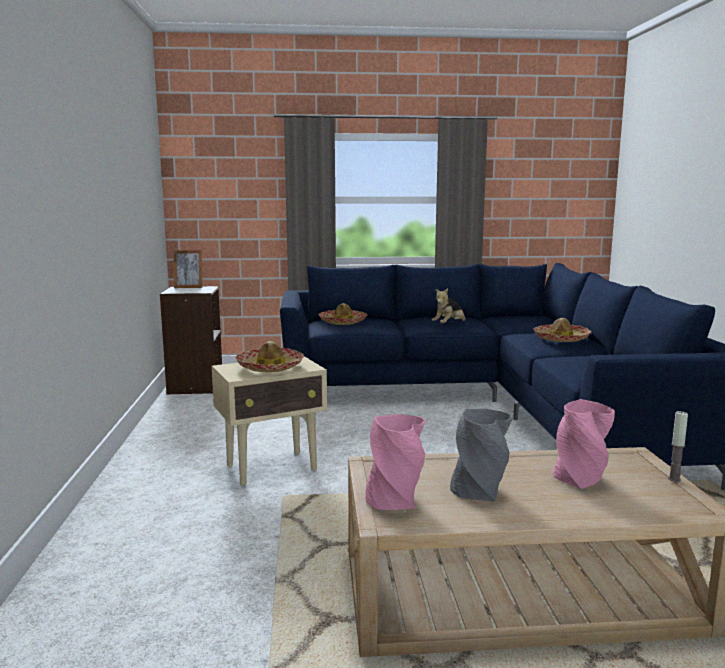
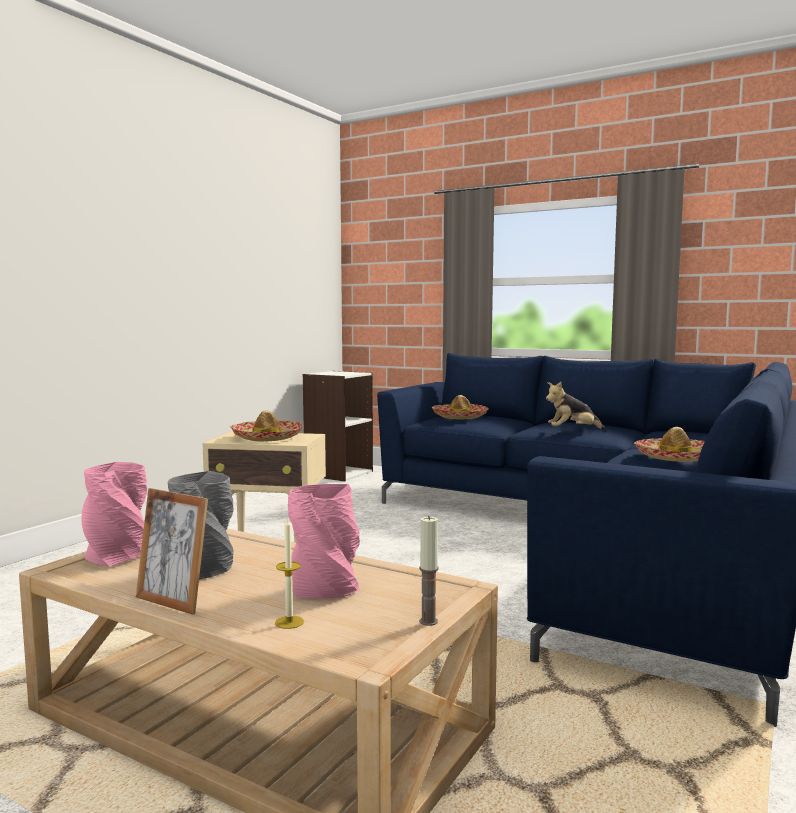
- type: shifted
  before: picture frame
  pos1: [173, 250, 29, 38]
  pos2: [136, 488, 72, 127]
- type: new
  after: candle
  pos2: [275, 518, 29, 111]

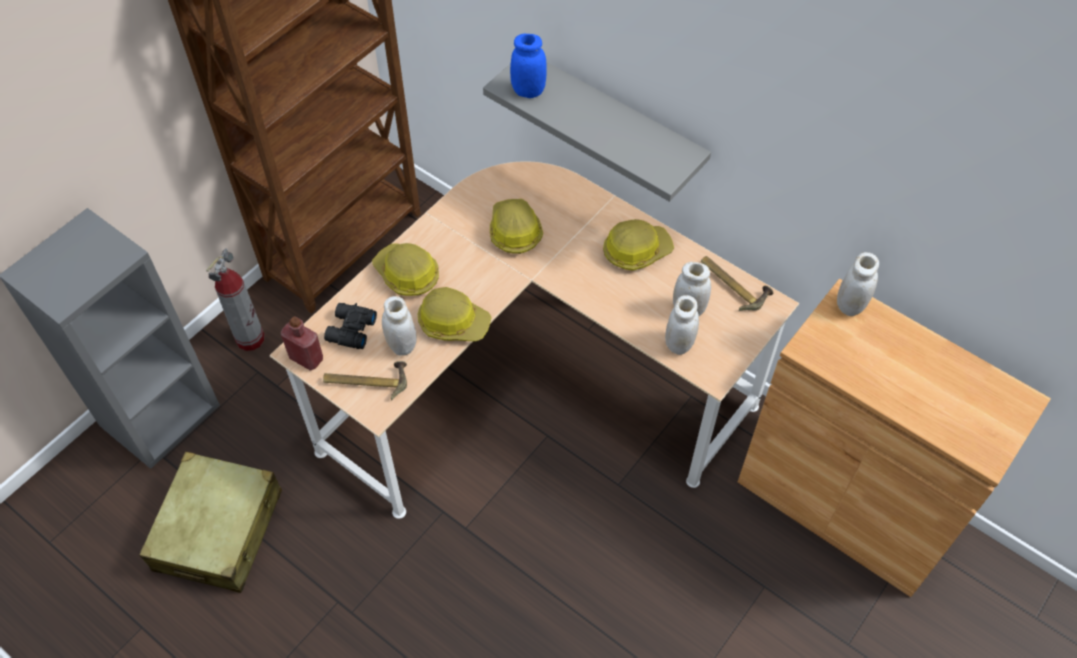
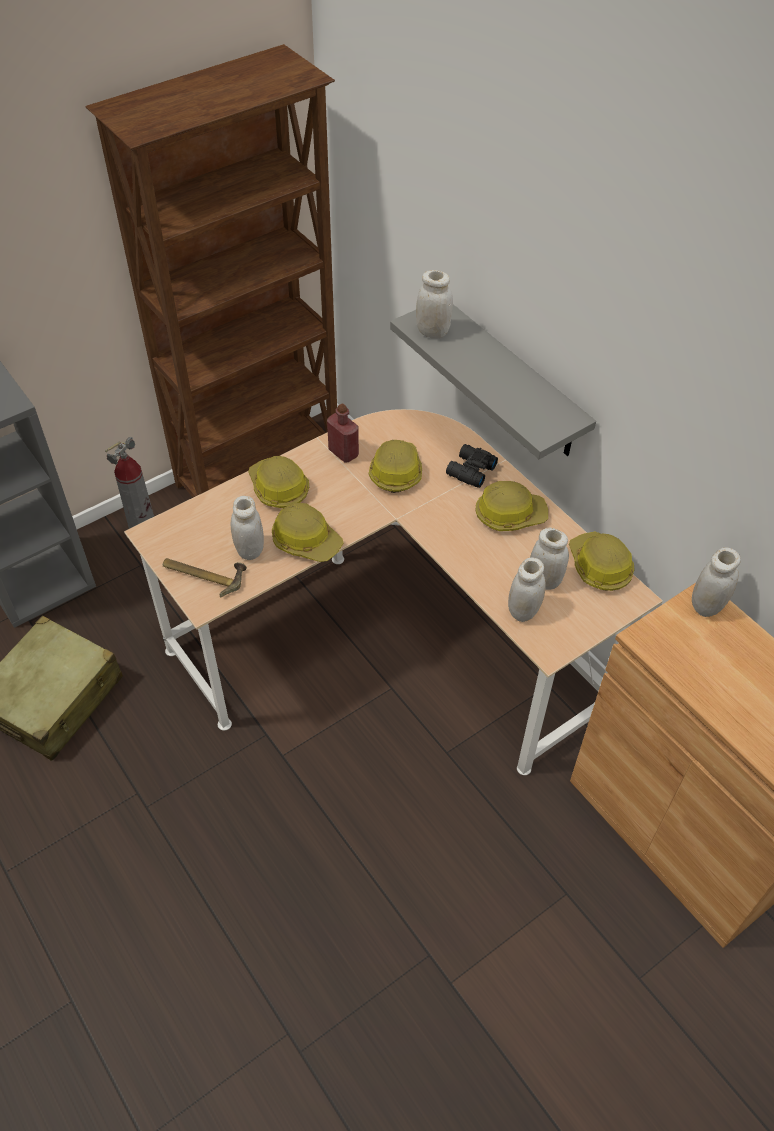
- type: shifted
  before: bottle/red
  pos1: [281, 316, 42, 55]
  pos2: [327, 404, 32, 59]
- type: shifted
  before: binoculars/black
  pos1: [324, 303, 53, 46]
  pos2: [446, 444, 52, 44]
- type: repainted
  before: jar/blue
  after: jar/white
  pos1: [510, 34, 37, 64]
  pos2: [416, 270, 37, 69]
- type: swapped
  before: hammer
  after: hard hat
  pos1: [701, 256, 72, 55]
  pos2: [569, 532, 66, 59]

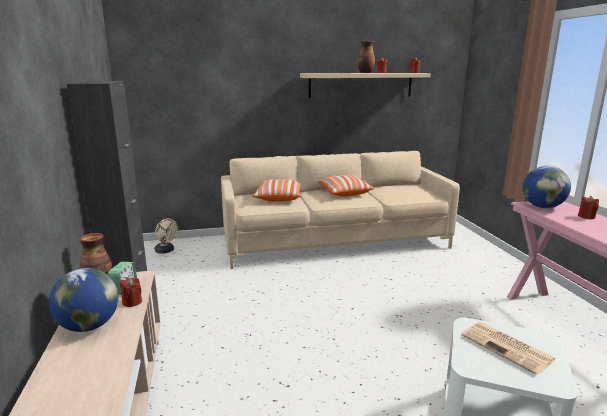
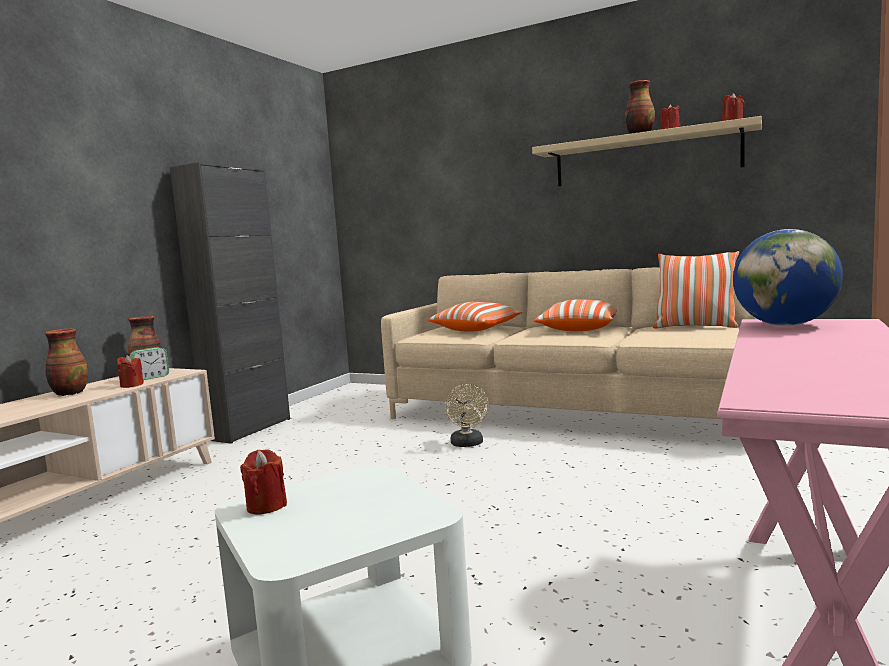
- type: swapped
  before: globe
  after: vase
  pos1: [49, 268, 70, 64]
  pos2: [45, 329, 43, 67]
- type: shifted
  before: fan/beige
  pos1: [155, 219, 23, 35]
  pos2: [445, 384, 44, 63]
- type: gone
  before: newspaper
  pos1: [461, 322, 95, 53]
- type: shifted
  before: candle/red
  pos1: [578, 196, 21, 23]
  pos2: [240, 449, 47, 66]
- type: new
  after: pillow
  pos2: [653, 251, 86, 77]

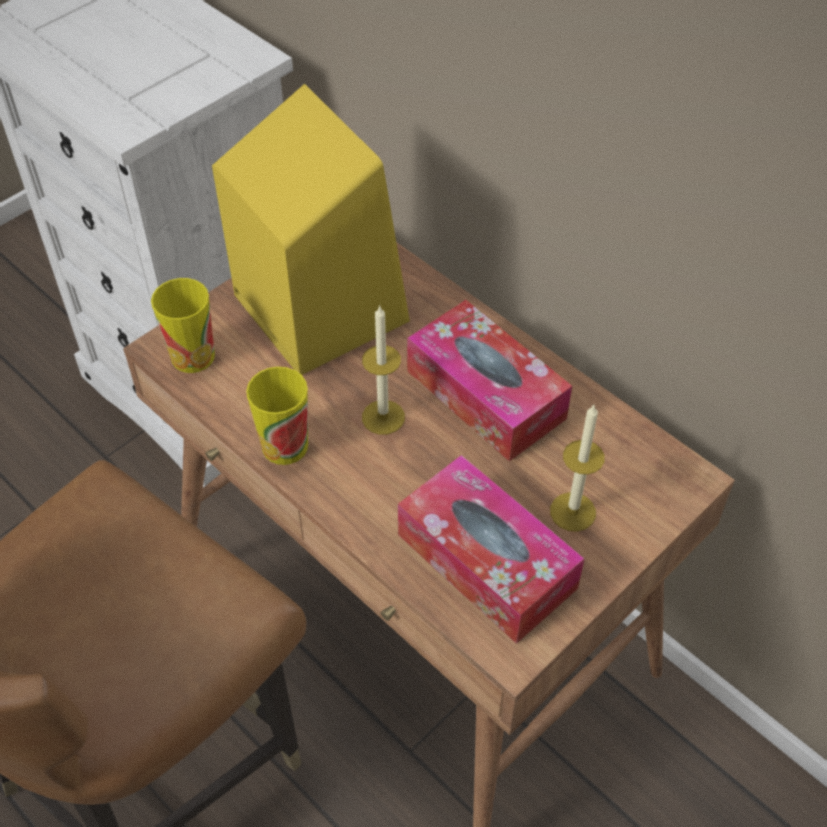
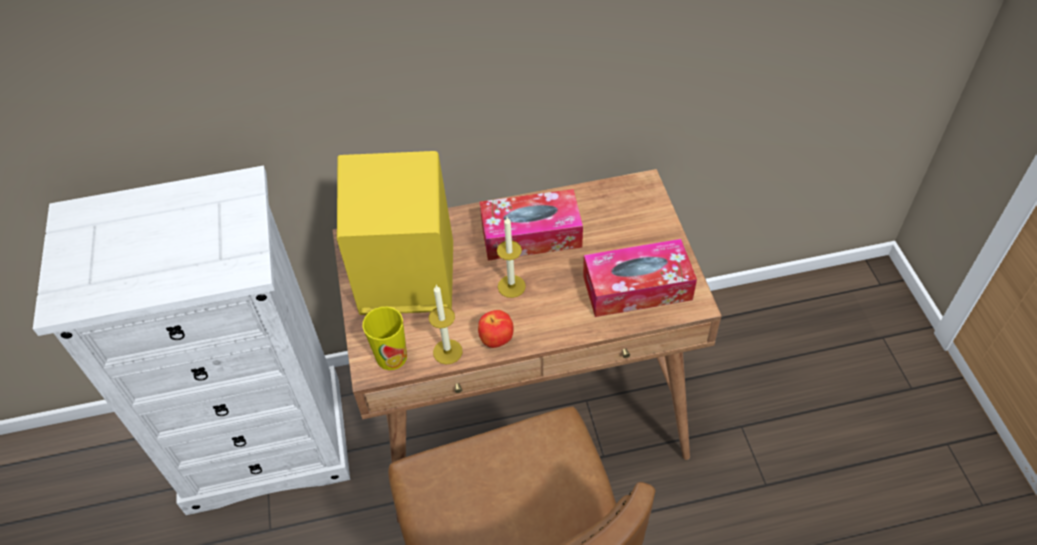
- type: swapped
  before: cup
  after: apple
  pos1: [246, 367, 62, 98]
  pos2: [478, 310, 36, 38]
- type: shifted
  before: candle
  pos1: [550, 405, 55, 127]
  pos2: [429, 285, 34, 80]

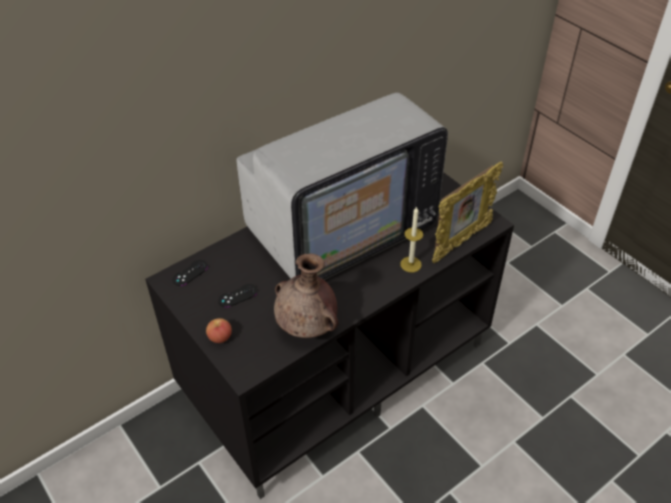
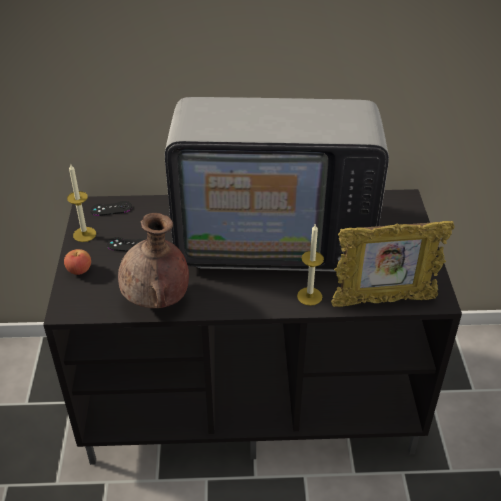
- type: new
  after: candle
  pos2: [67, 163, 29, 79]

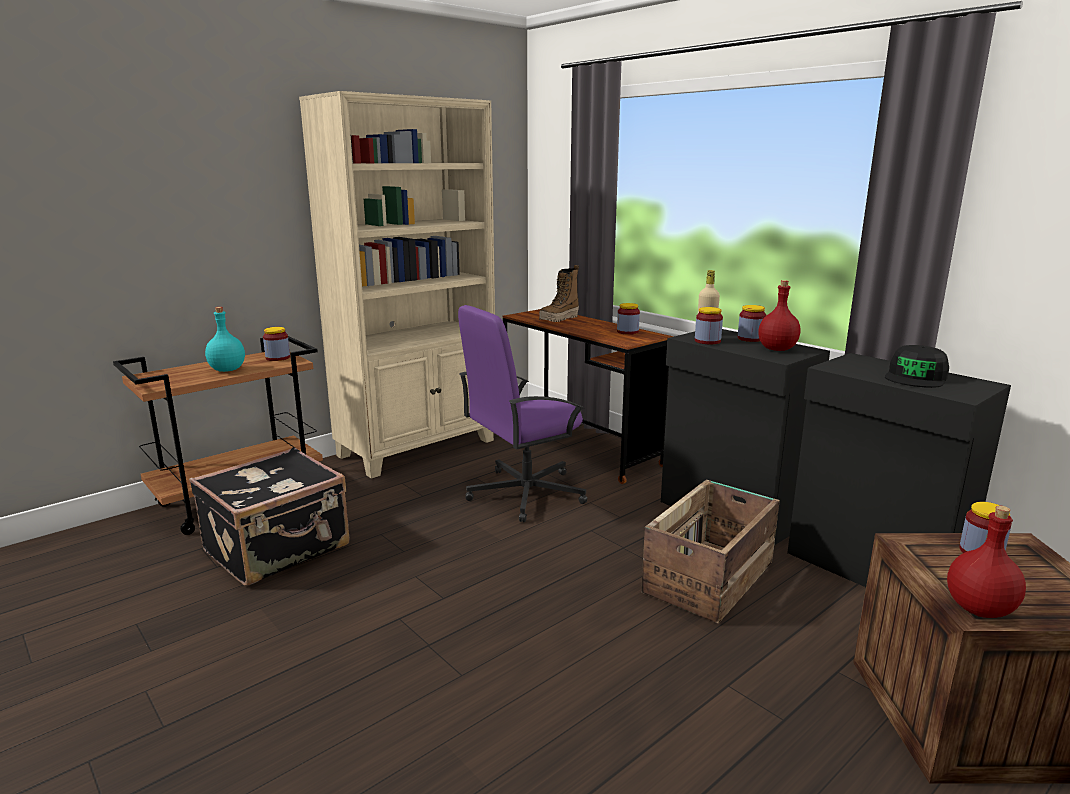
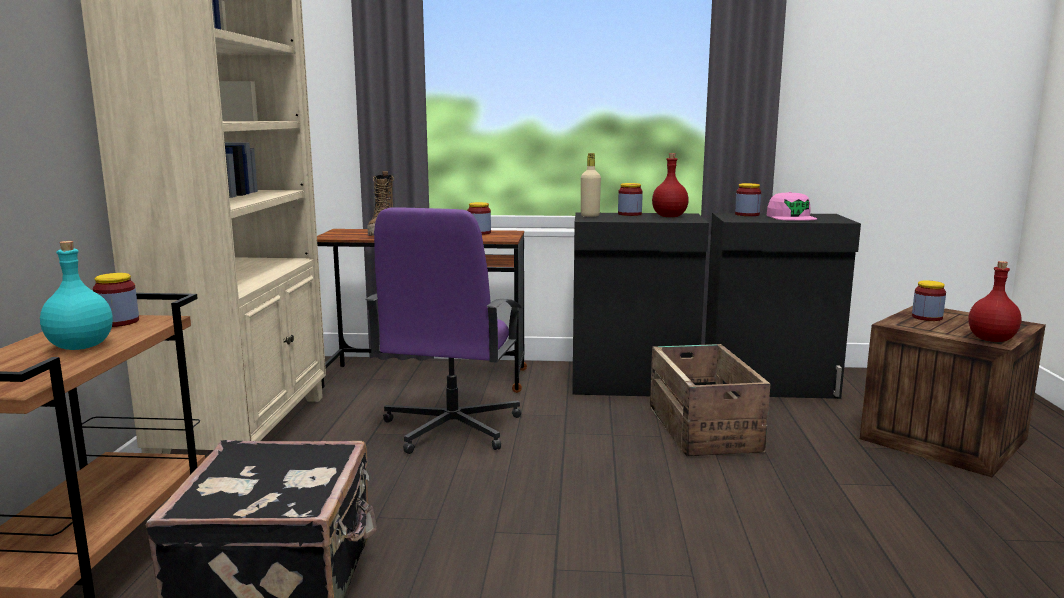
- type: shifted
  before: jar
  pos1: [695, 307, 28, 37]
  pos2: [735, 183, 26, 33]
- type: repainted
  before: cap/black
  after: cap/pink
  pos1: [885, 345, 64, 43]
  pos2: [767, 192, 50, 29]

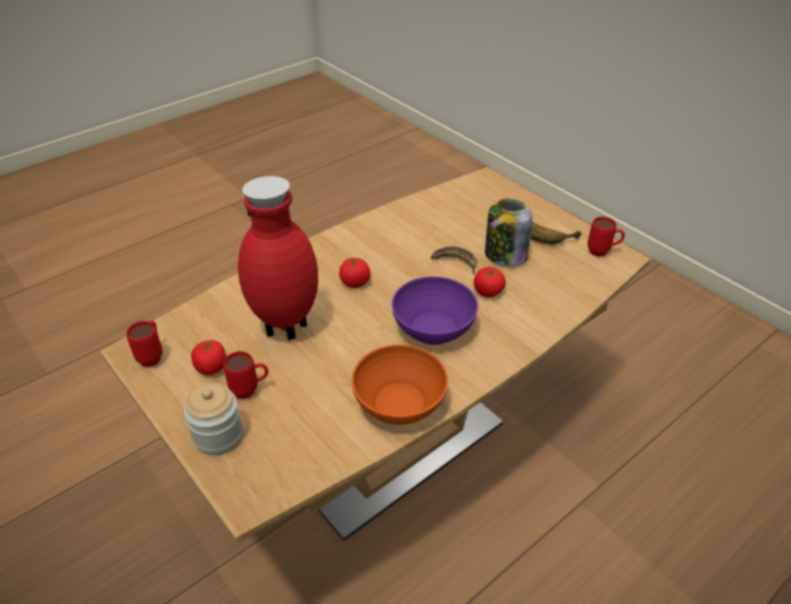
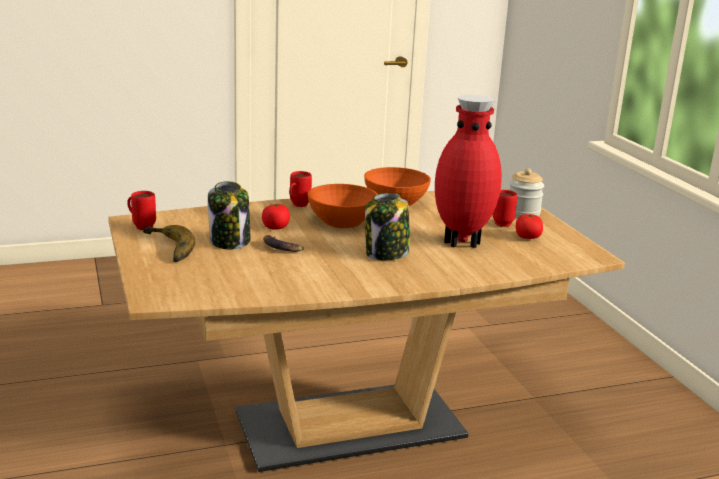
- type: shifted
  before: mug/red
  pos1: [126, 321, 37, 46]
  pos2: [289, 171, 23, 36]
- type: swapped
  before: tomato
  after: jar
  pos1: [339, 258, 32, 30]
  pos2: [365, 193, 45, 67]
- type: repainted
  before: bowl/purple
  after: bowl/orange
  pos1: [392, 276, 86, 69]
  pos2: [308, 184, 70, 44]

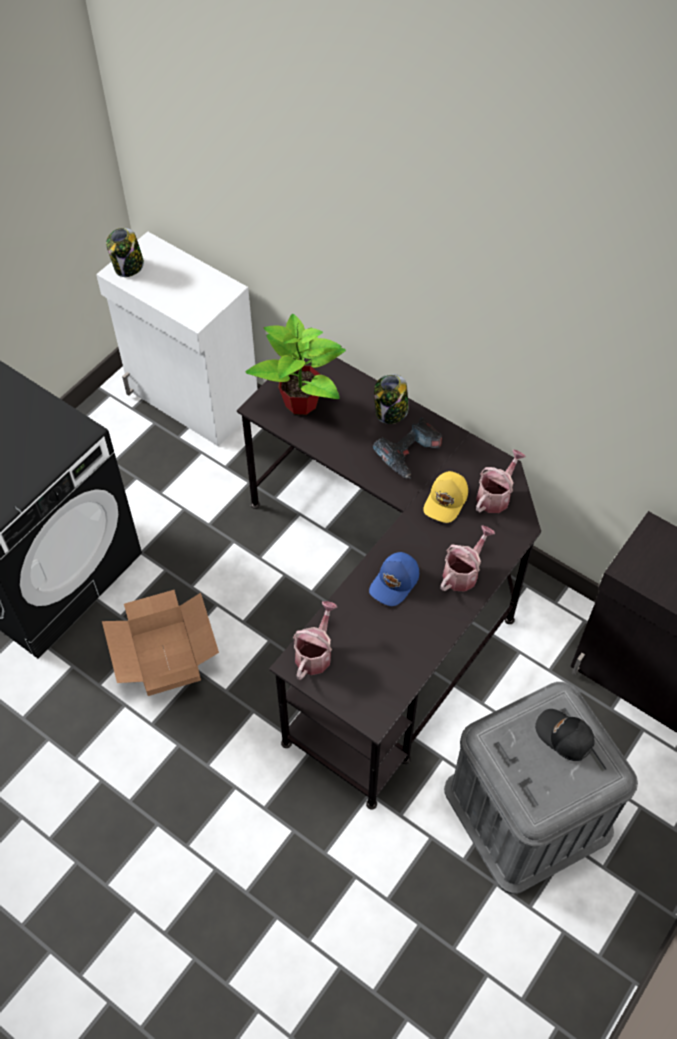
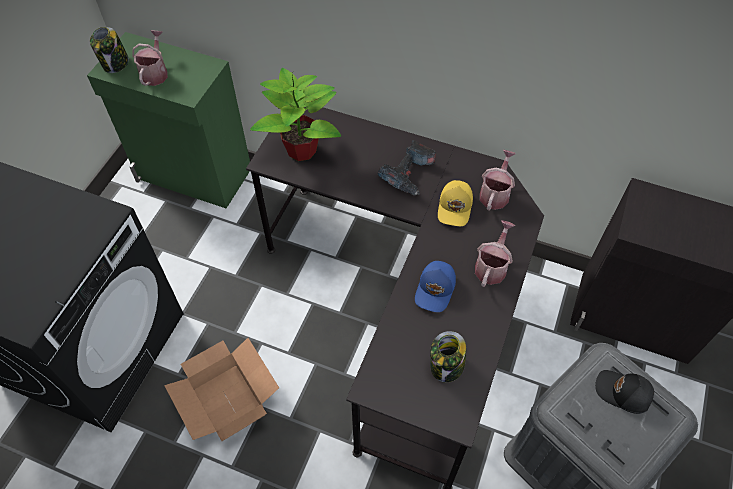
- type: repainted
  before: cabinet/white
  after: cabinet/green
  pos1: [96, 232, 162, 214]
  pos2: [87, 32, 163, 176]
- type: shifted
  before: watering can
  pos1: [293, 601, 44, 79]
  pos2: [132, 30, 36, 56]
- type: shifted
  before: jar
  pos1: [374, 374, 34, 50]
  pos2: [430, 331, 36, 51]

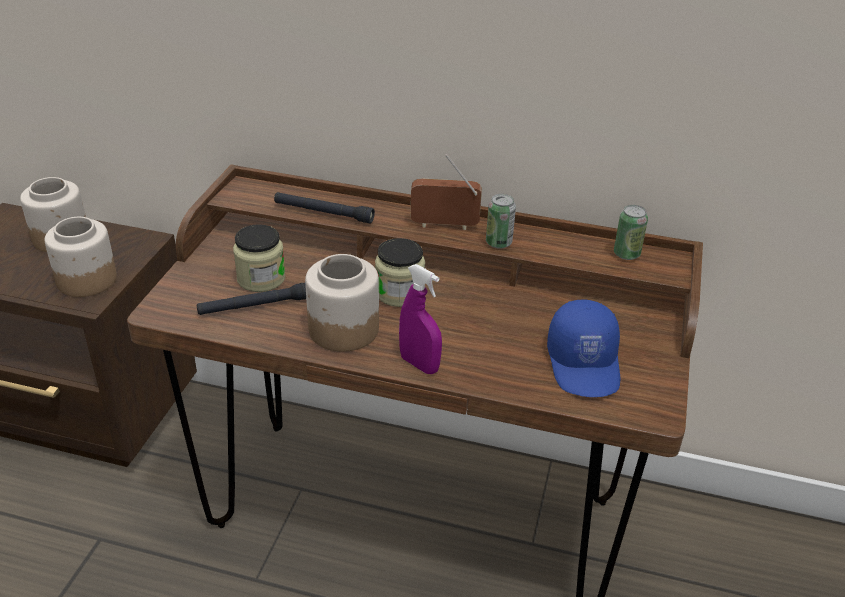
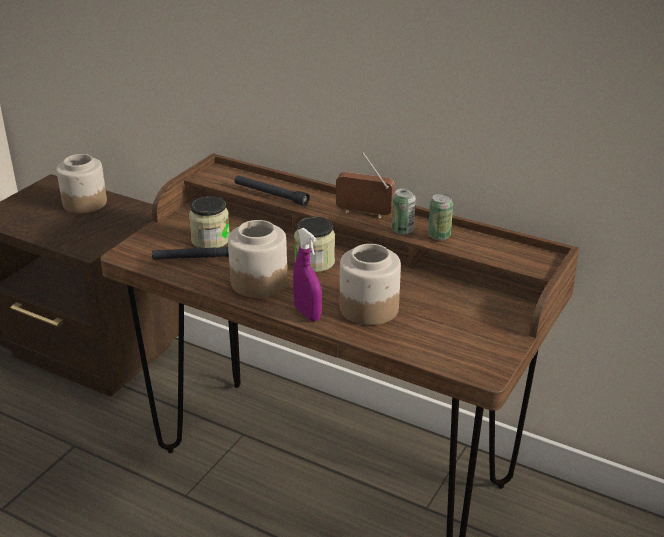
- type: shifted
  before: jar
  pos1: [44, 217, 73, 80]
  pos2: [340, 244, 61, 81]
- type: gone
  before: cap/blue
  pos1: [547, 299, 73, 98]
- type: shifted
  before: can
  pos1: [614, 205, 34, 55]
  pos2: [428, 194, 25, 46]

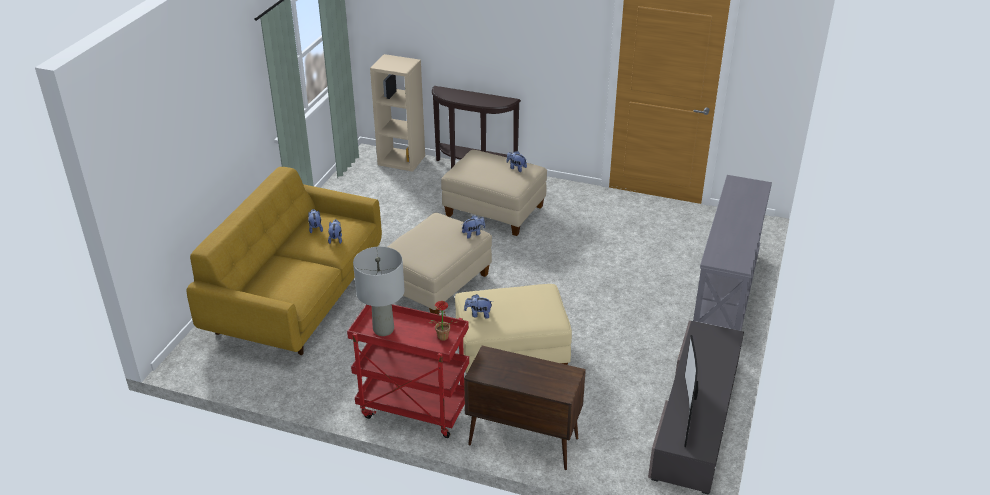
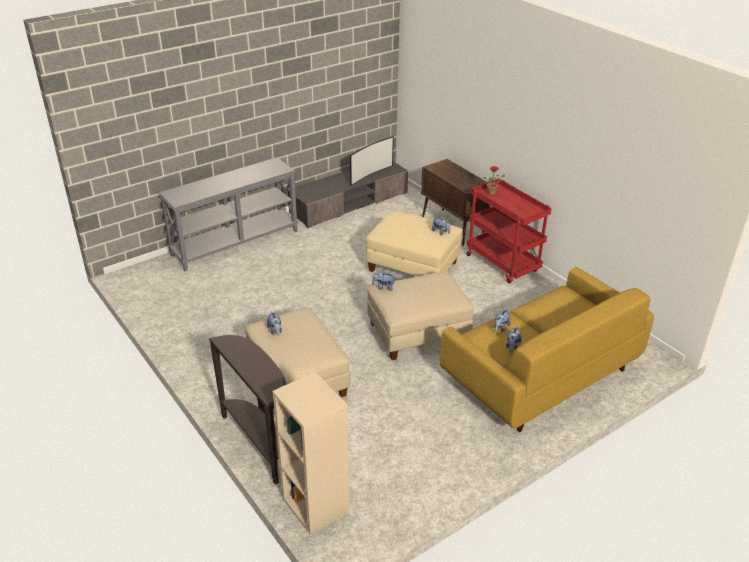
- type: gone
  before: table lamp/grey
  pos1: [353, 246, 52, 90]

